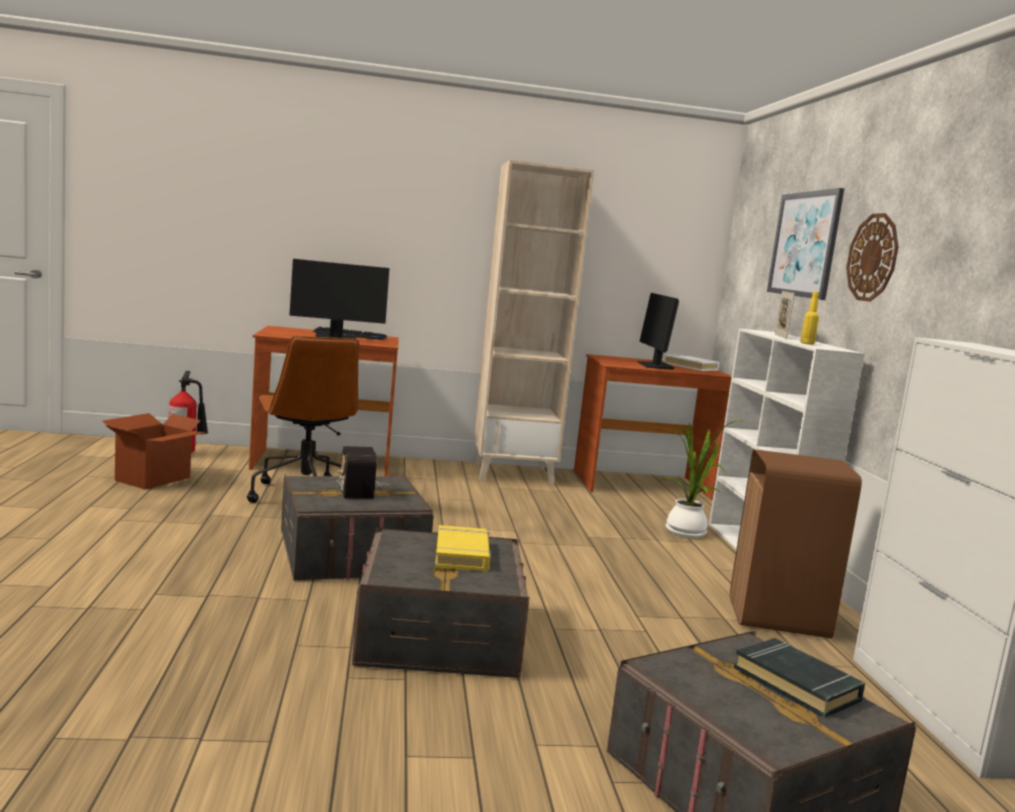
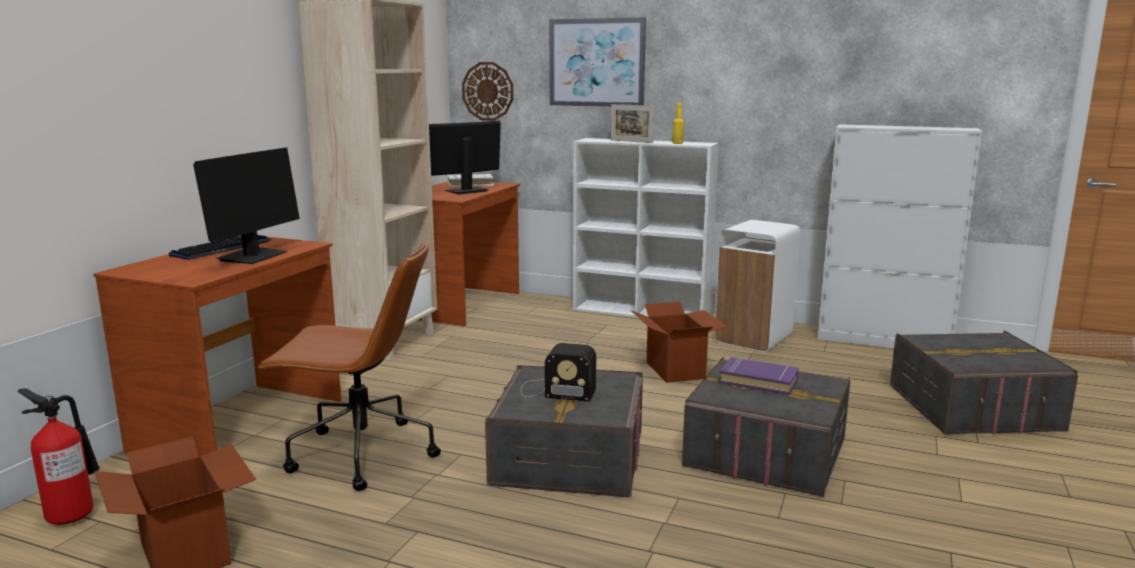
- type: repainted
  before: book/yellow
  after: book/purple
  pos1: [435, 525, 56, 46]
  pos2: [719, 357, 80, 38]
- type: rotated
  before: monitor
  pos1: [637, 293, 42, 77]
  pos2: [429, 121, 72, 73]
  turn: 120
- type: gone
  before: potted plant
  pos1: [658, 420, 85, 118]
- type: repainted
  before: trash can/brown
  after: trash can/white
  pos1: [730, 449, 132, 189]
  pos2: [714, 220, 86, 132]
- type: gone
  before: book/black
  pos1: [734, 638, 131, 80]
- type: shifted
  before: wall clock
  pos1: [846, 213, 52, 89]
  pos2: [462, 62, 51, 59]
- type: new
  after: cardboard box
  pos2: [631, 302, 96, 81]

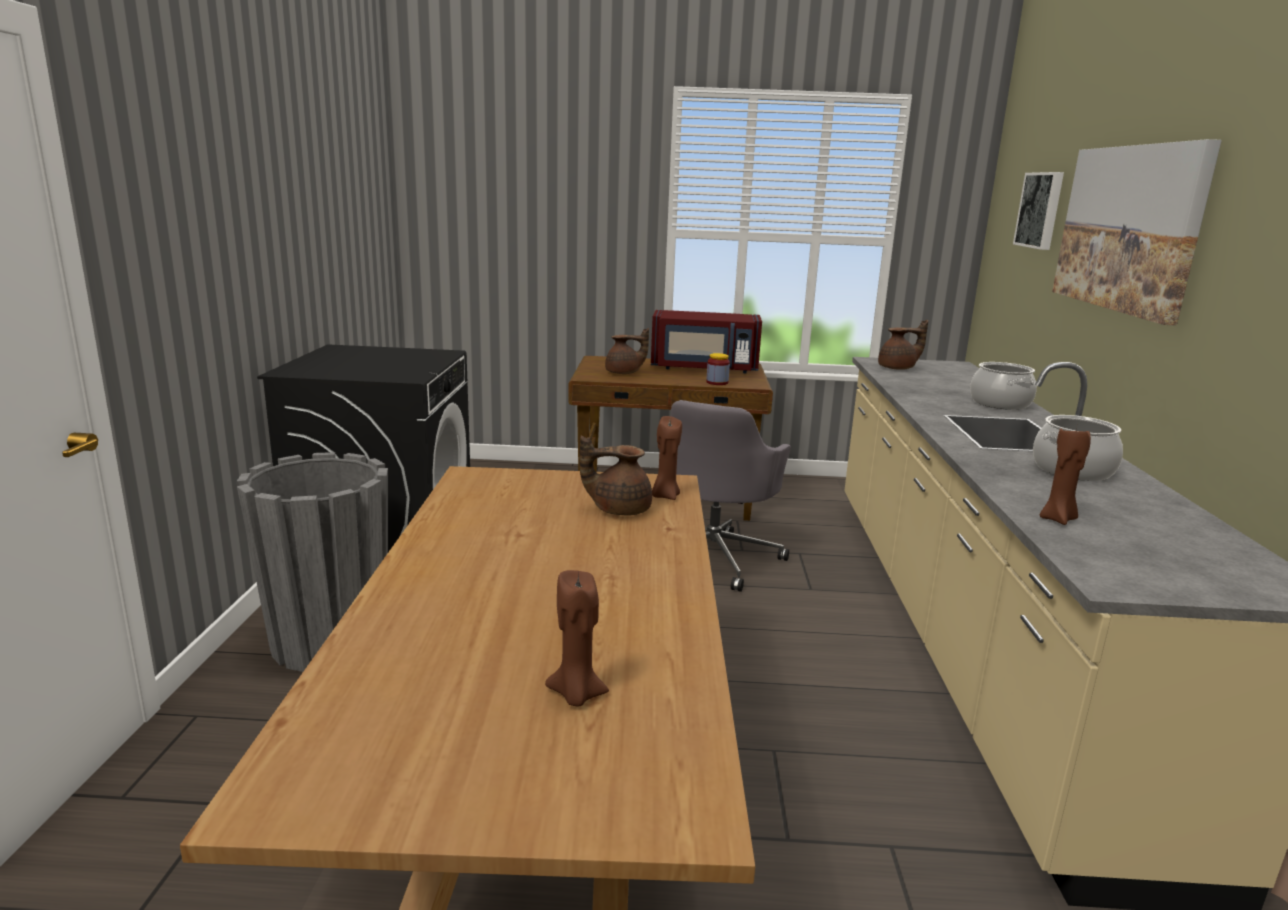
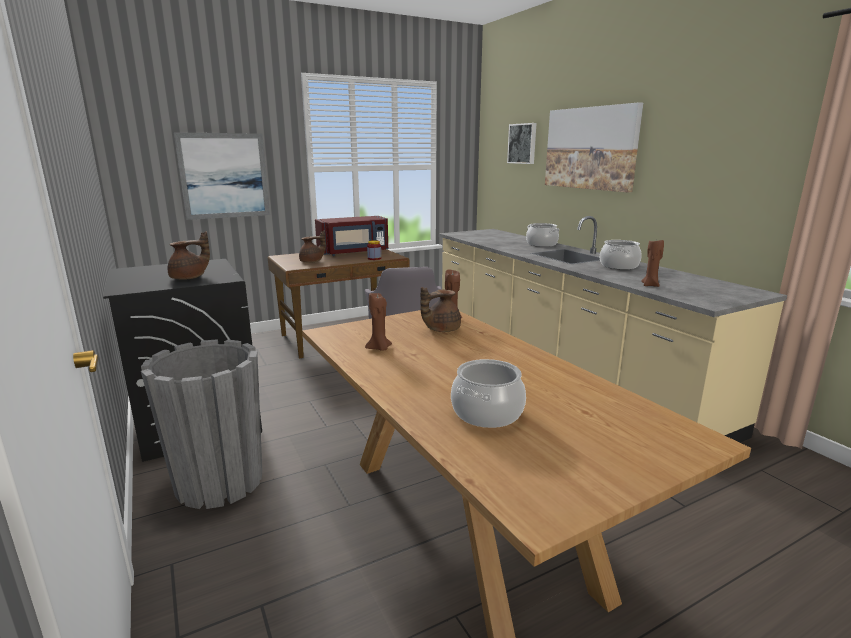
- type: shifted
  before: candle/brown
  pos1: [545, 570, 64, 136]
  pos2: [365, 293, 27, 58]
- type: shifted
  before: teapot/brown
  pos1: [878, 320, 50, 50]
  pos2: [168, 231, 42, 49]
- type: new
  after: picture
  pos2: [174, 132, 96, 88]
- type: new
  after: cooking pot
  pos2: [451, 359, 75, 69]

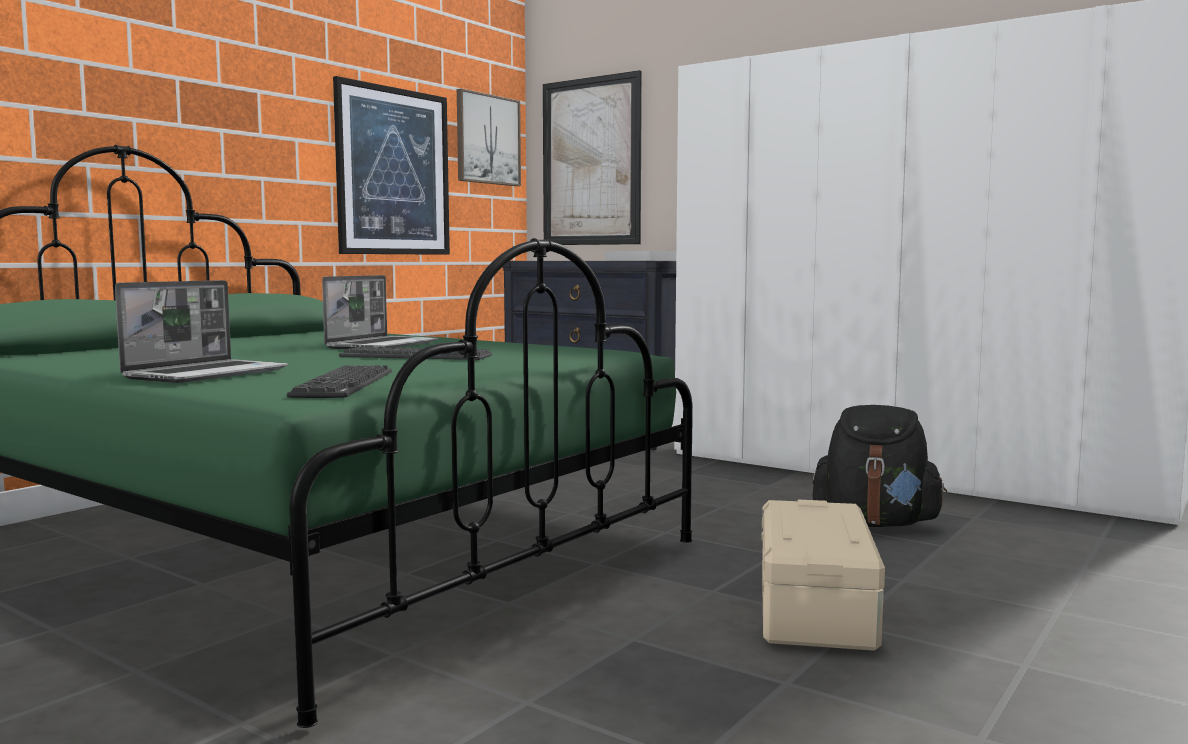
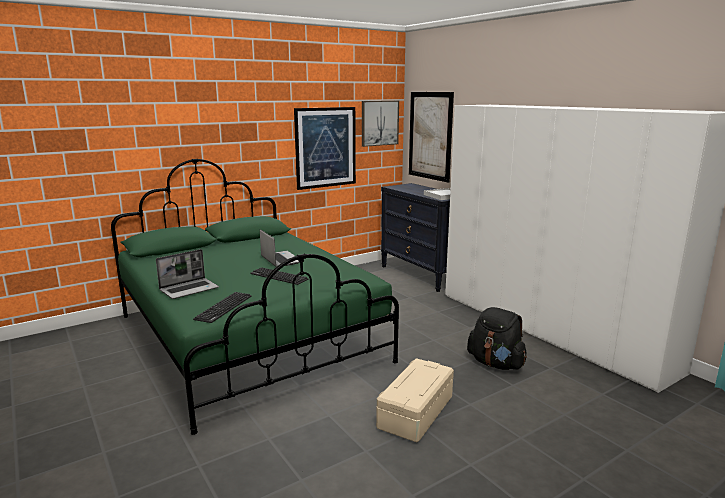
- type: rotated
  before: laptop
  pos1: [322, 275, 116, 74]
  pos2: [260, 229, 40, 38]
  turn: -75

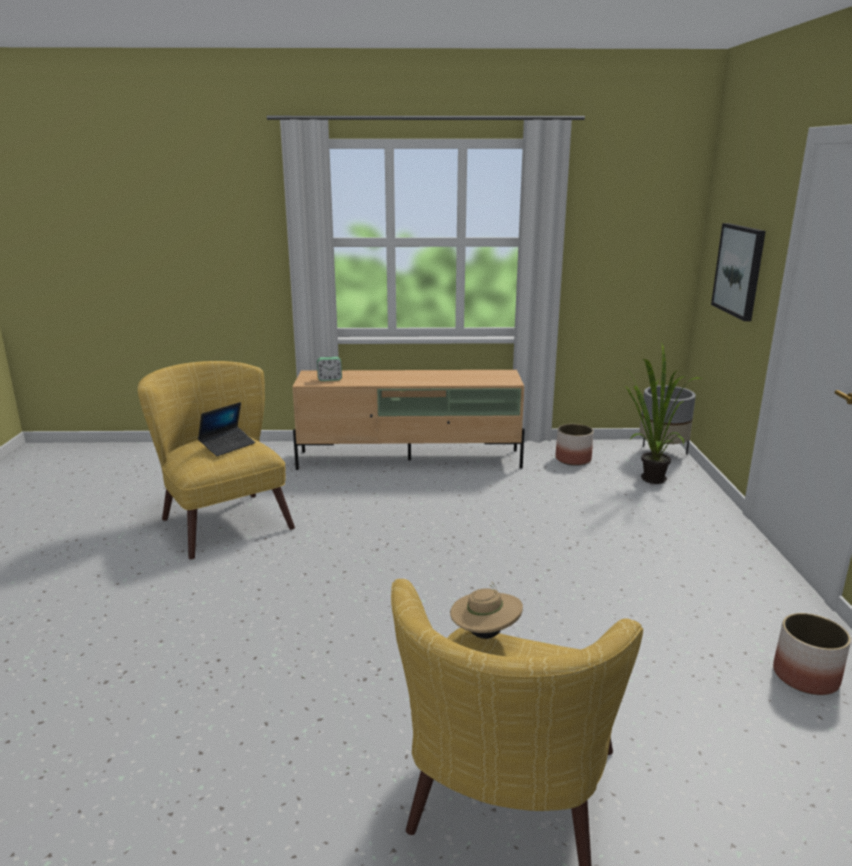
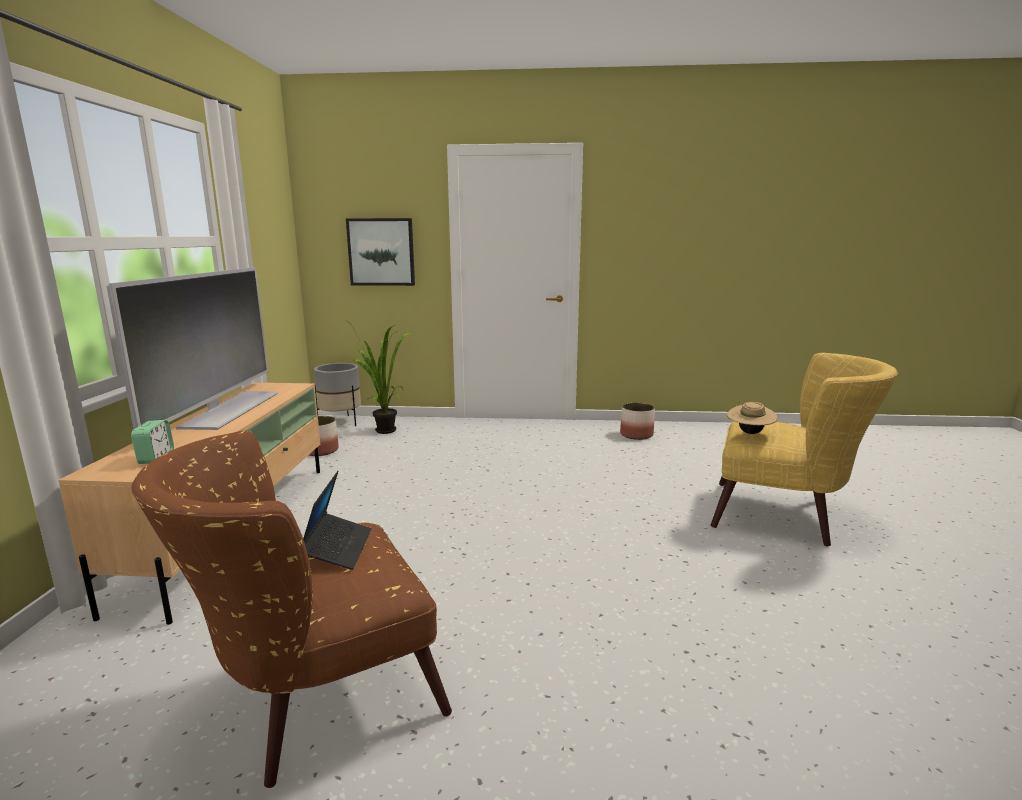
- type: repainted
  before: armchair/yellow
  after: armchair/brown
  pos1: [138, 361, 157, 199]
  pos2: [131, 431, 321, 357]
- type: rotated
  before: laptop
  pos1: [198, 402, 57, 54]
  pos2: [303, 471, 69, 99]
  turn: 45
- type: new
  after: television
  pos2: [107, 267, 172, 163]

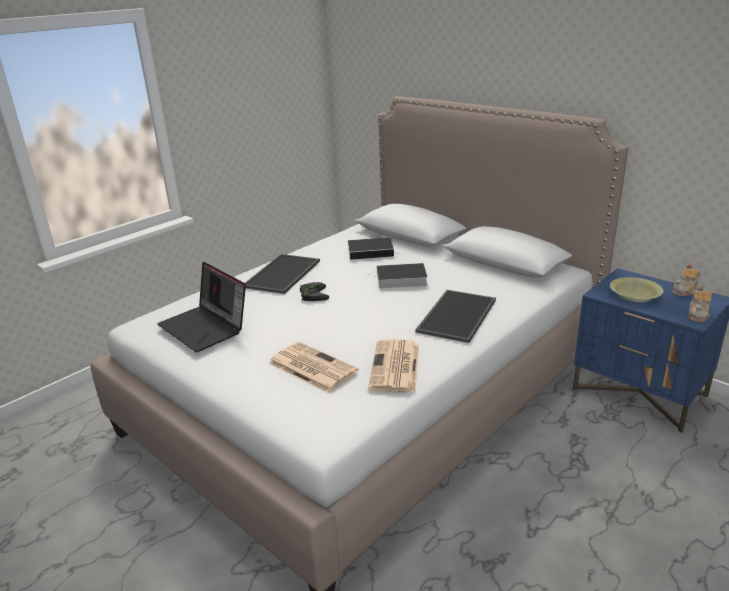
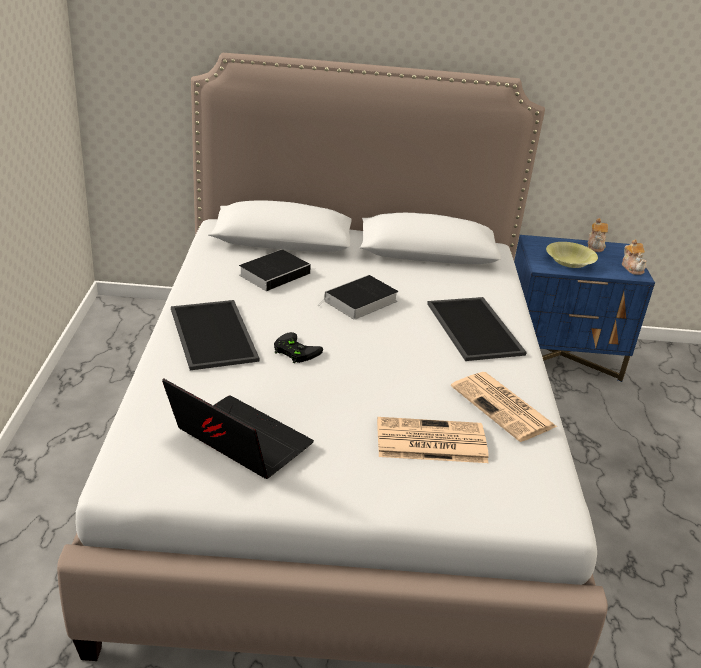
- type: rotated
  before: laptop
  pos1: [157, 262, 89, 90]
  pos2: [162, 378, 152, 101]
  turn: -150

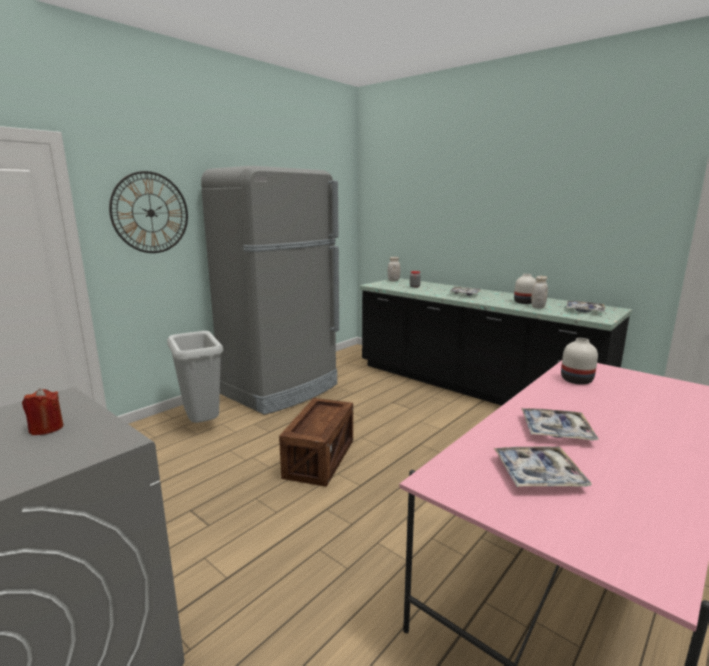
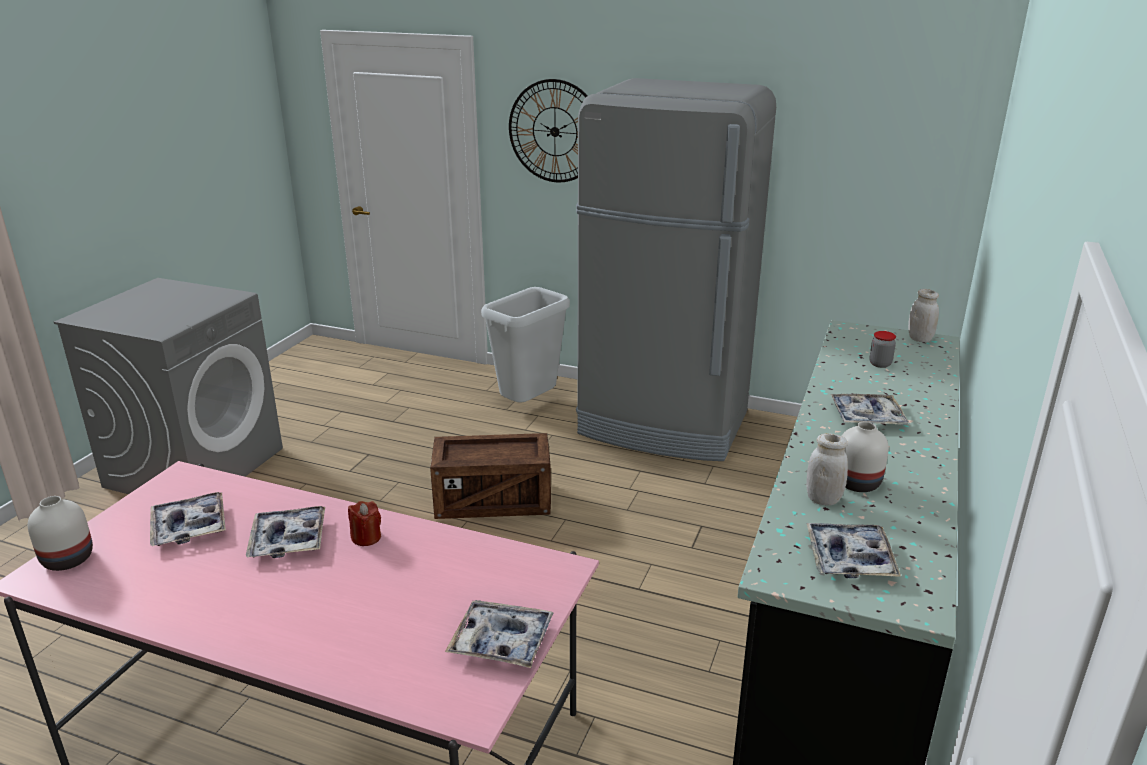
- type: shifted
  before: candle/red
  pos1: [22, 388, 42, 47]
  pos2: [348, 501, 33, 45]
- type: shifted
  before: vase/white
  pos1: [561, 338, 37, 47]
  pos2: [28, 496, 65, 75]
- type: new
  after: tray
  pos2: [445, 600, 109, 68]

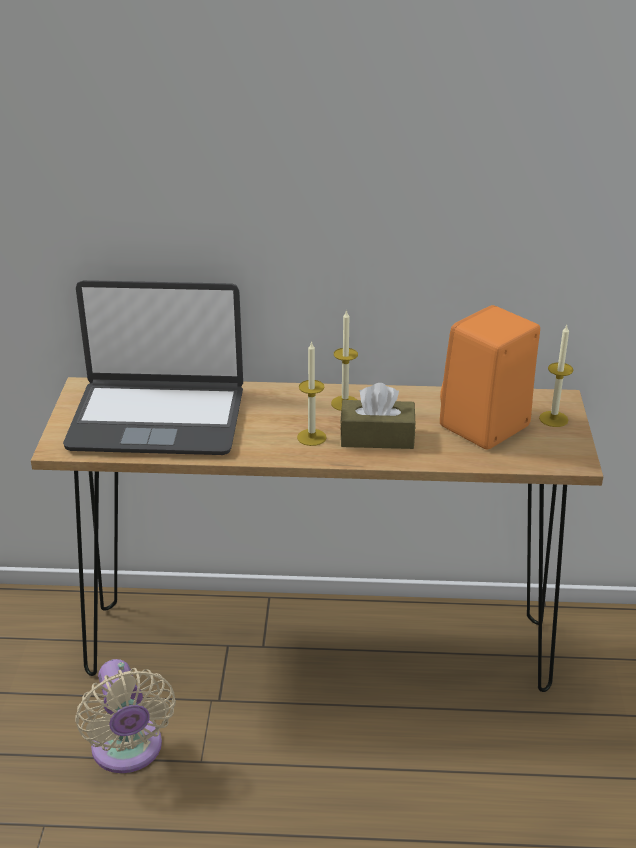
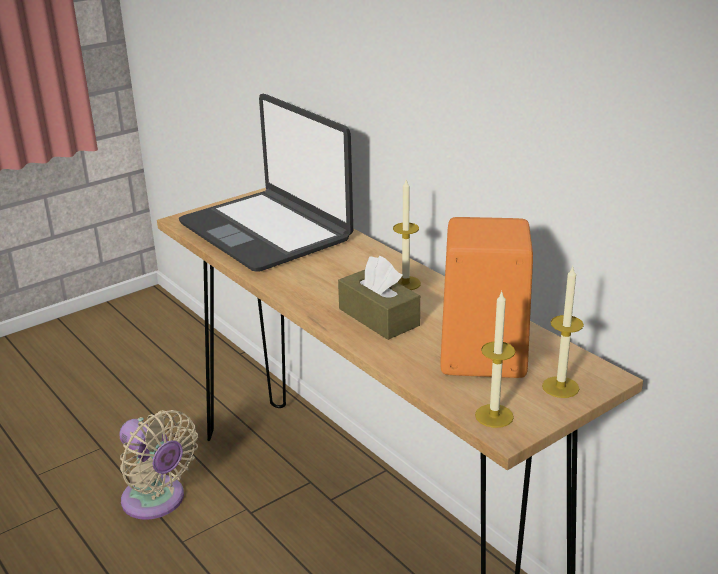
- type: rotated
  before: fan/beige
  pos1: [75, 659, 101, 114]
  pos2: [120, 410, 78, 110]
  turn: -75
- type: shifted
  before: candle
  pos1: [297, 341, 29, 105]
  pos2: [475, 292, 40, 136]

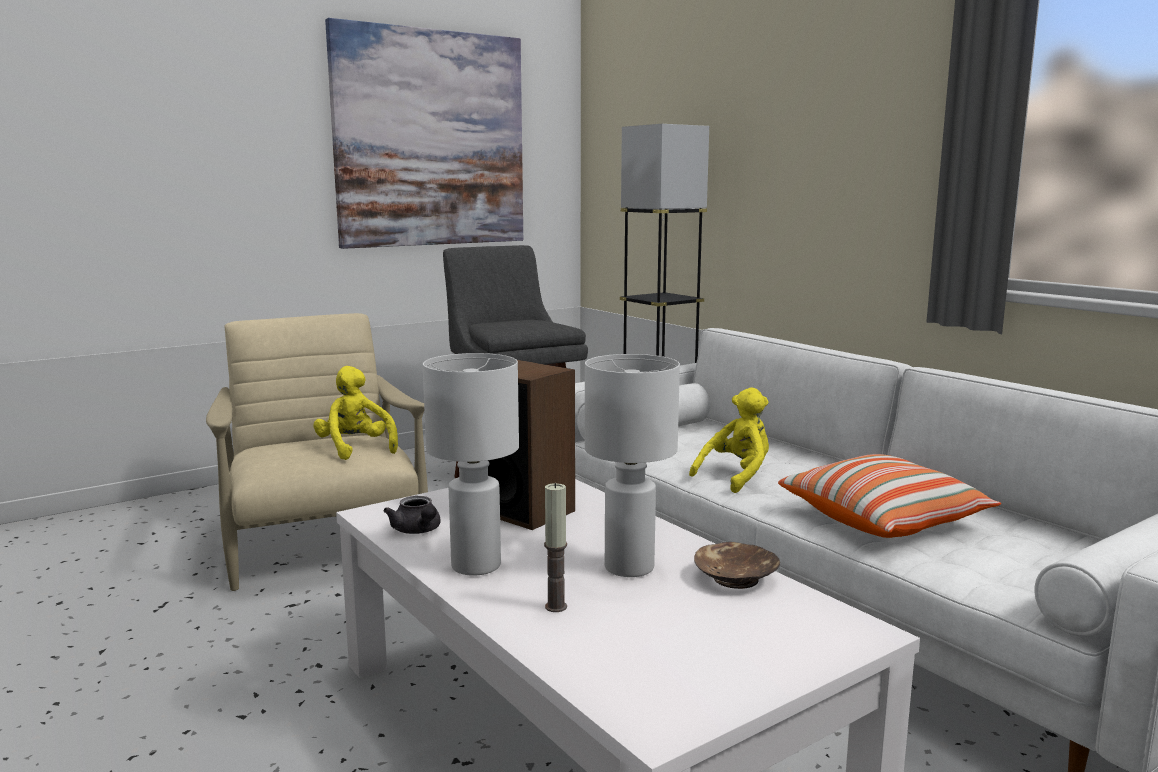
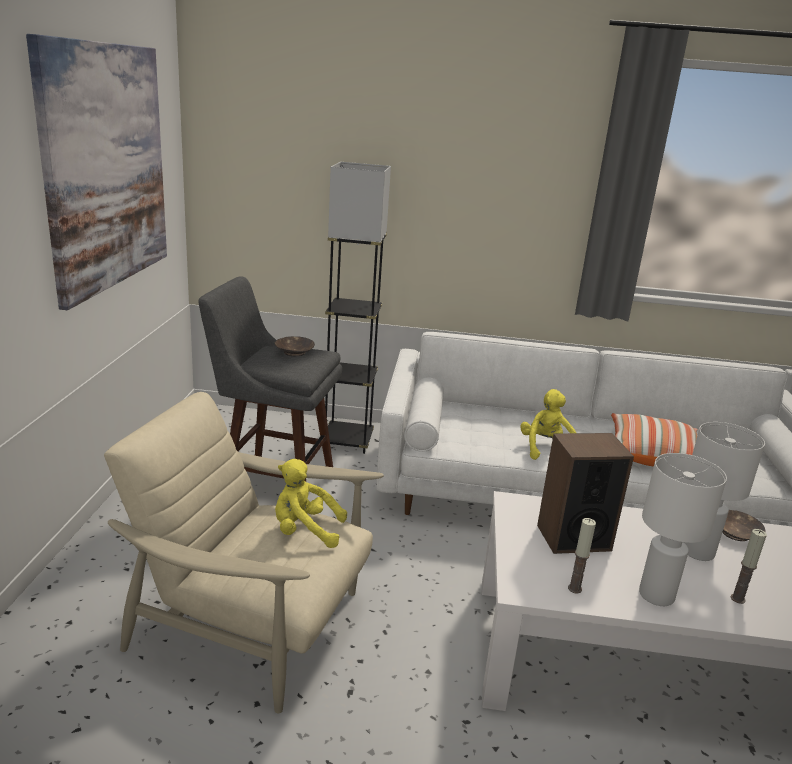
- type: swapped
  before: teapot/grey
  after: candle
  pos1: [384, 496, 57, 38]
  pos2: [568, 518, 28, 75]
- type: new
  after: bowl/brown
  pos2: [275, 336, 40, 20]

